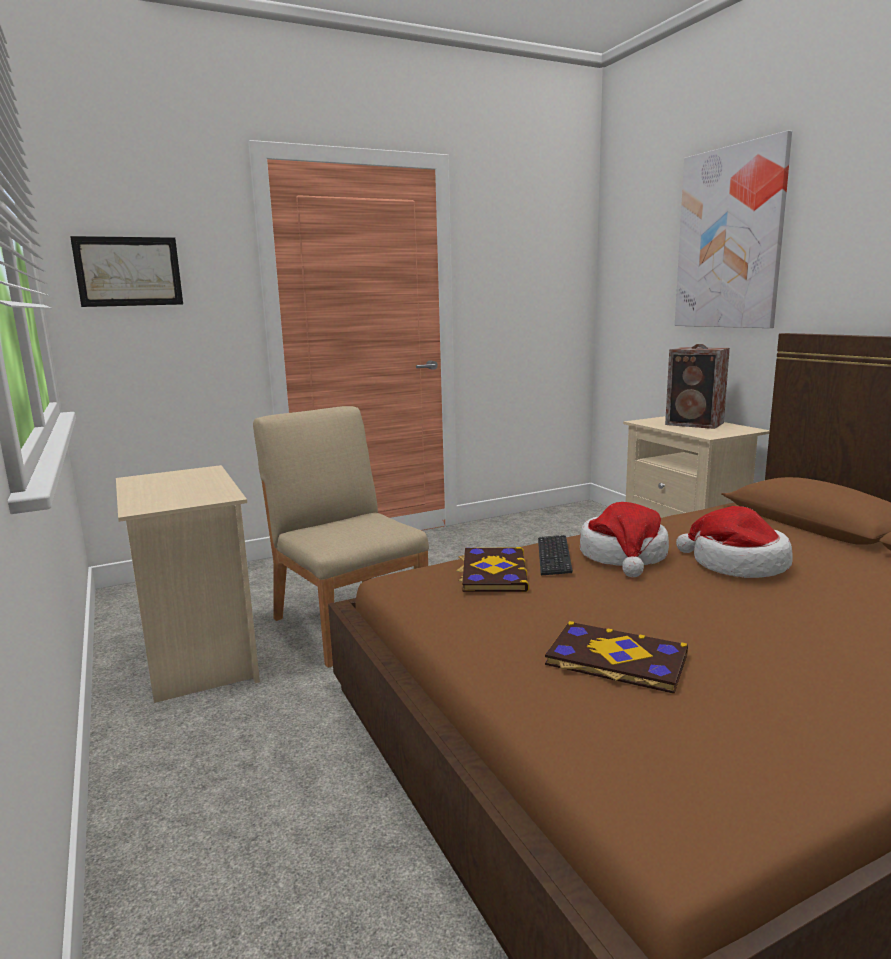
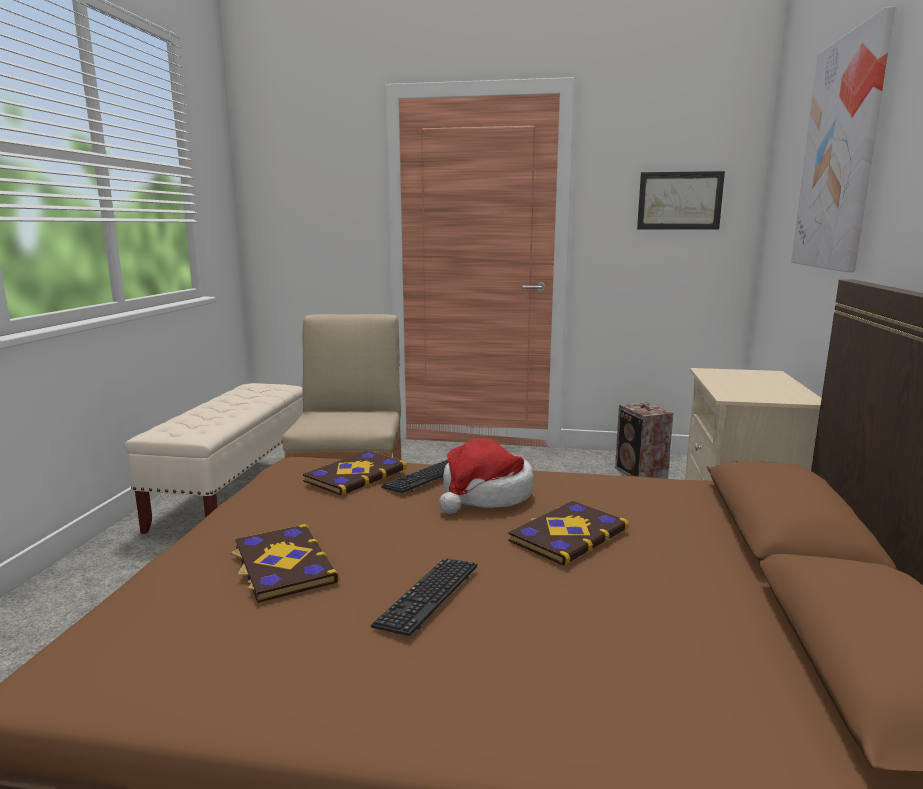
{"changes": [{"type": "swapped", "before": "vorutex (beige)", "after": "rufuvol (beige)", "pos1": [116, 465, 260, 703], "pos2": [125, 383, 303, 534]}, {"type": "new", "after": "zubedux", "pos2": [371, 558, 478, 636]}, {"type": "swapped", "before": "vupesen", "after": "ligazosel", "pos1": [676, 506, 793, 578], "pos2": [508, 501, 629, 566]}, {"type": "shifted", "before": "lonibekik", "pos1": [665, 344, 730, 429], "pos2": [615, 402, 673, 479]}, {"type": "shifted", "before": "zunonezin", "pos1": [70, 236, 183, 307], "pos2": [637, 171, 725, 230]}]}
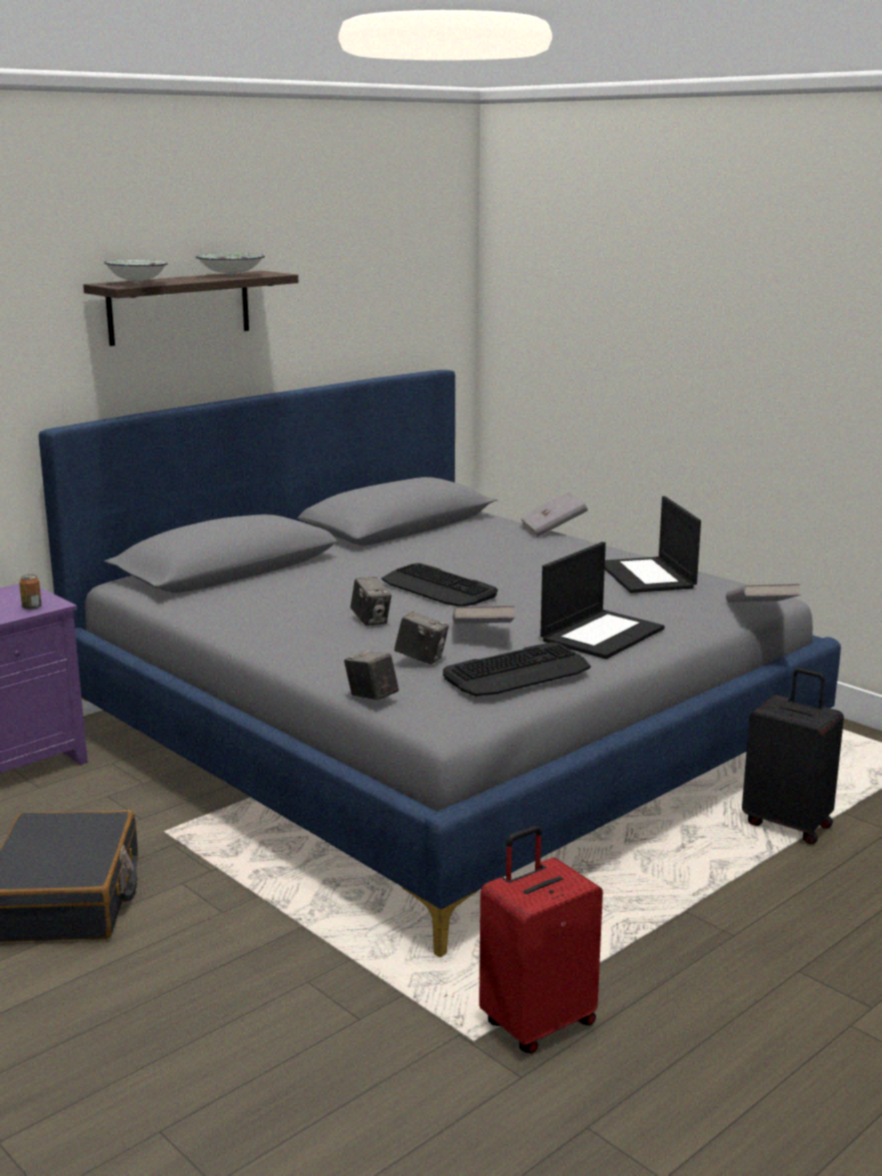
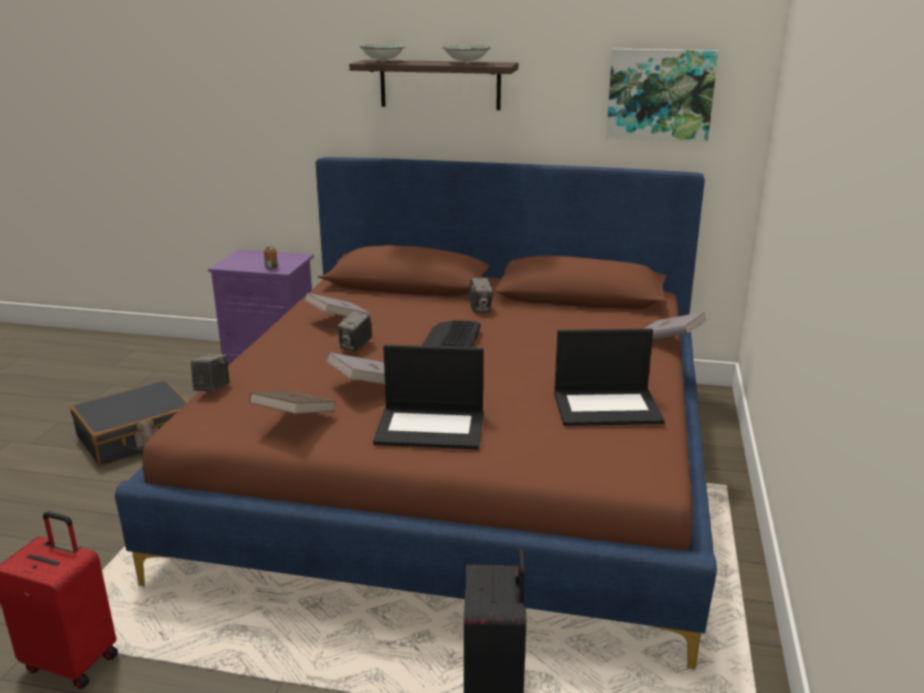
{"changes": [{"type": "repainted", "before": "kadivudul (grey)", "after": "kadivudul (brown)", "pos1": [38, 370, 841, 957], "pos2": [115, 157, 717, 669]}, {"type": "swapped", "before": "zubedux", "after": "ligazosel (brown)", "pos1": [443, 642, 591, 696], "pos2": [249, 392, 336, 414]}, {"type": "shifted", "before": "ligazosel (grey)", "pos1": [726, 584, 801, 602], "pos2": [305, 293, 371, 317]}, {"type": "shifted", "before": "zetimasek", "pos1": [394, 611, 449, 664], "pos2": [468, 277, 493, 312]}, {"type": "rotated", "before": "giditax", "pos1": [605, 496, 701, 593], "pos2": [554, 329, 665, 426], "turn": -135}, {"type": "new", "after": "zunonezin", "pos2": [606, 49, 718, 142]}]}
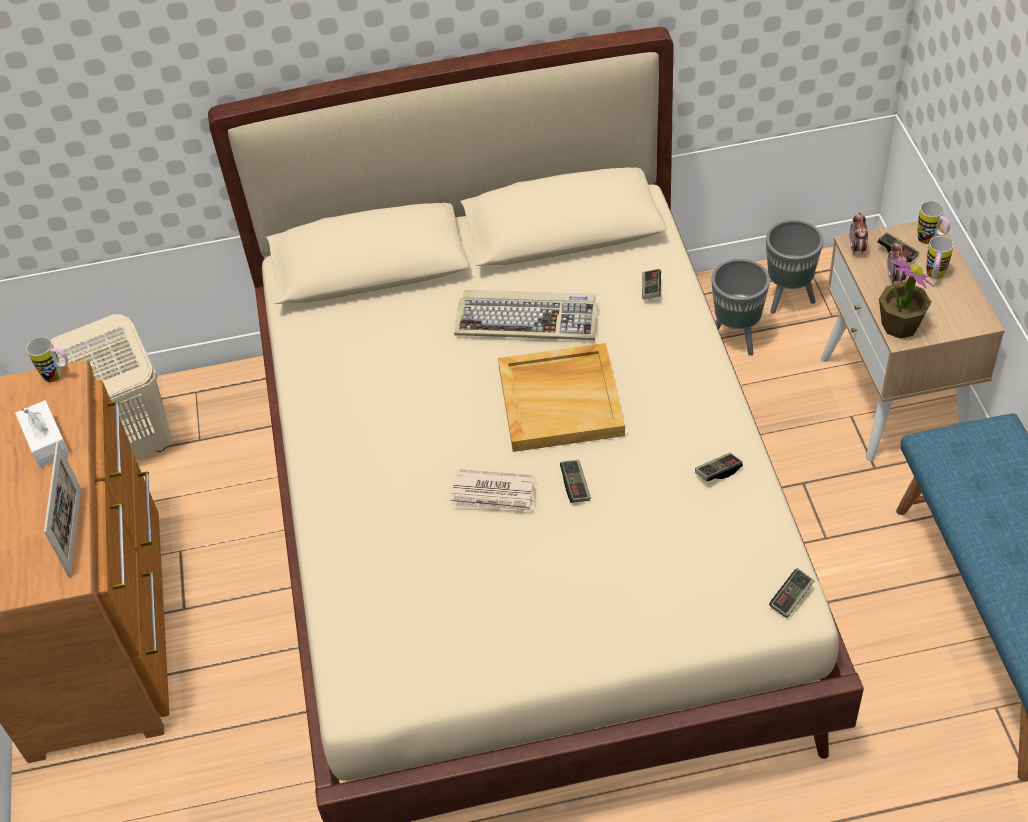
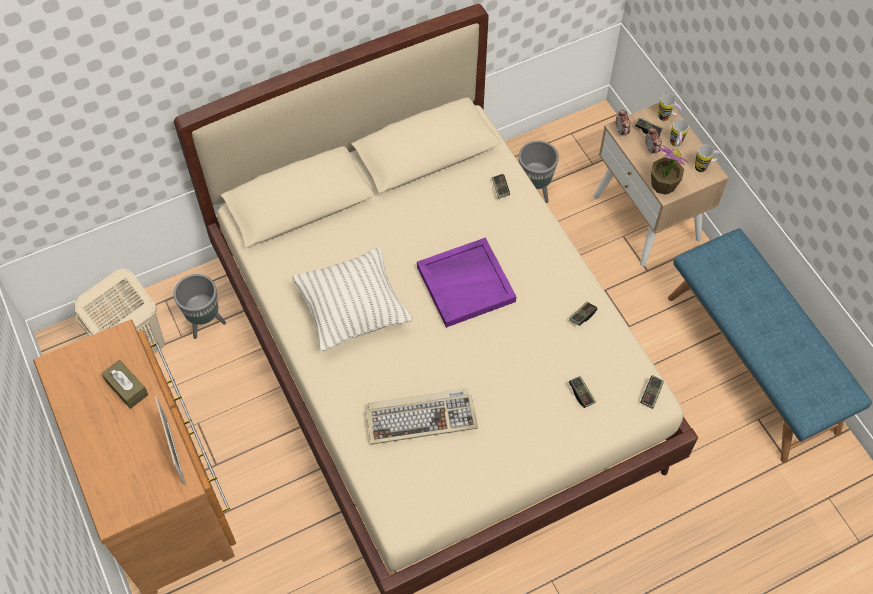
{"changes": [{"type": "repainted", "before": "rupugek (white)", "after": "rupugek (brown)", "pos1": [15, 400, 70, 468], "pos2": [101, 360, 149, 409]}, {"type": "shifted", "before": "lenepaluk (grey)", "pos1": [766, 220, 823, 314], "pos2": [173, 274, 226, 339]}, {"type": "new", "after": "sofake", "pos2": [292, 247, 412, 352]}, {"type": "shifted", "before": "zubedux", "pos1": [454, 290, 598, 340], "pos2": [366, 388, 478, 445]}, {"type": "repainted", "before": "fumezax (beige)", "after": "fumezax (purple)", "pos1": [498, 343, 625, 452], "pos2": [417, 237, 517, 328]}, {"type": "shifted", "before": "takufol", "pos1": [560, 460, 591, 503], "pos2": [569, 376, 596, 408]}, {"type": "shifted", "before": "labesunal", "pos1": [26, 337, 68, 382], "pos2": [695, 145, 721, 172]}, {"type": "gone", "before": "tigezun", "pos1": [451, 469, 535, 512]}]}
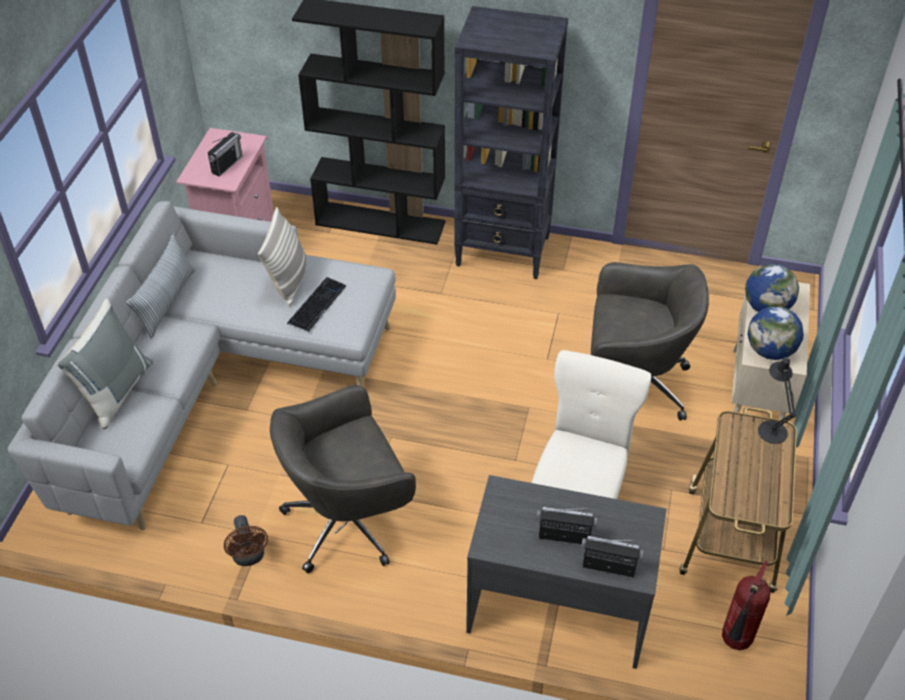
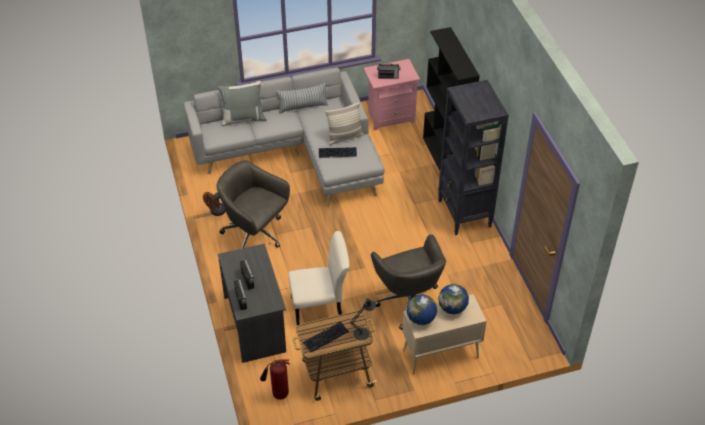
{"changes": [{"type": "new", "after": "zubedux", "pos2": [303, 322, 349, 352]}]}
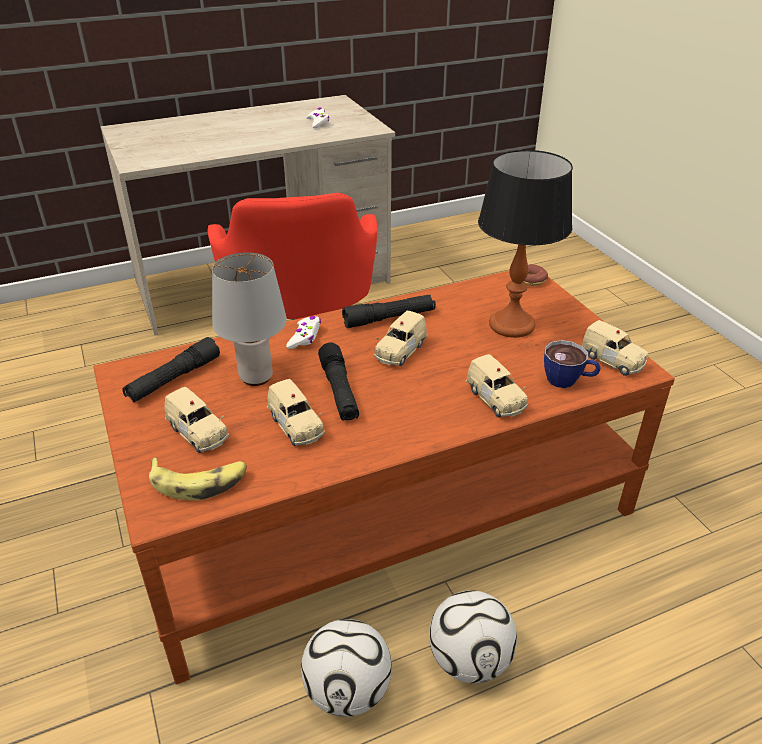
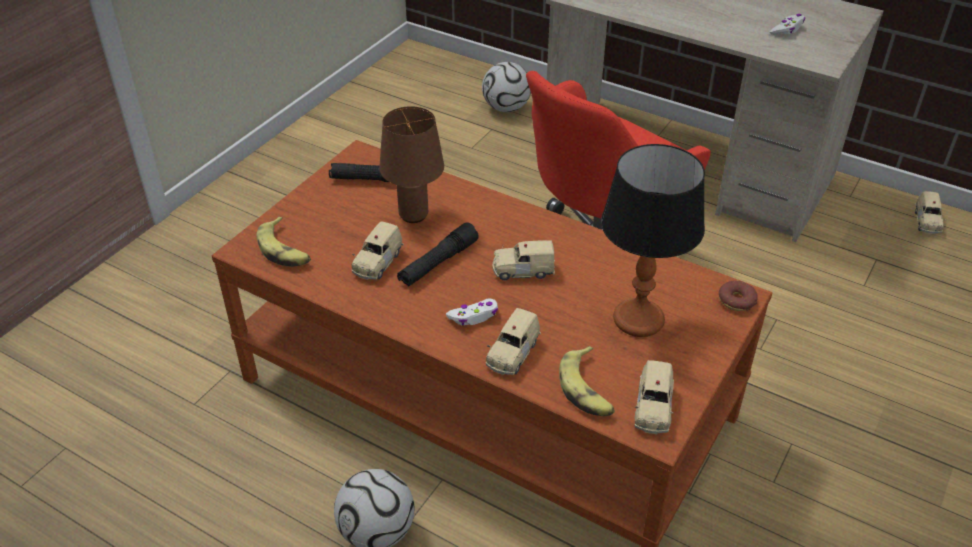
{"changes": [{"type": "repainted", "before": "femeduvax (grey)", "after": "femeduvax (brown)", "pos1": [212, 252, 287, 386], "pos2": [379, 106, 444, 223]}, {"type": "shifted", "before": "takufol (white)", "pos1": [286, 316, 321, 349], "pos2": [446, 299, 498, 325]}, {"type": "shifted", "before": "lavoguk", "pos1": [301, 619, 392, 717], "pos2": [482, 62, 531, 112]}, {"type": "swapped", "before": "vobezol", "after": "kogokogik", "pos1": [544, 340, 601, 388], "pos2": [559, 346, 615, 416]}, {"type": "shifted", "before": "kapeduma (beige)", "pos1": [164, 387, 229, 453], "pos2": [915, 191, 947, 234]}, {"type": "gone", "before": "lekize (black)", "pos1": [342, 295, 436, 328]}]}
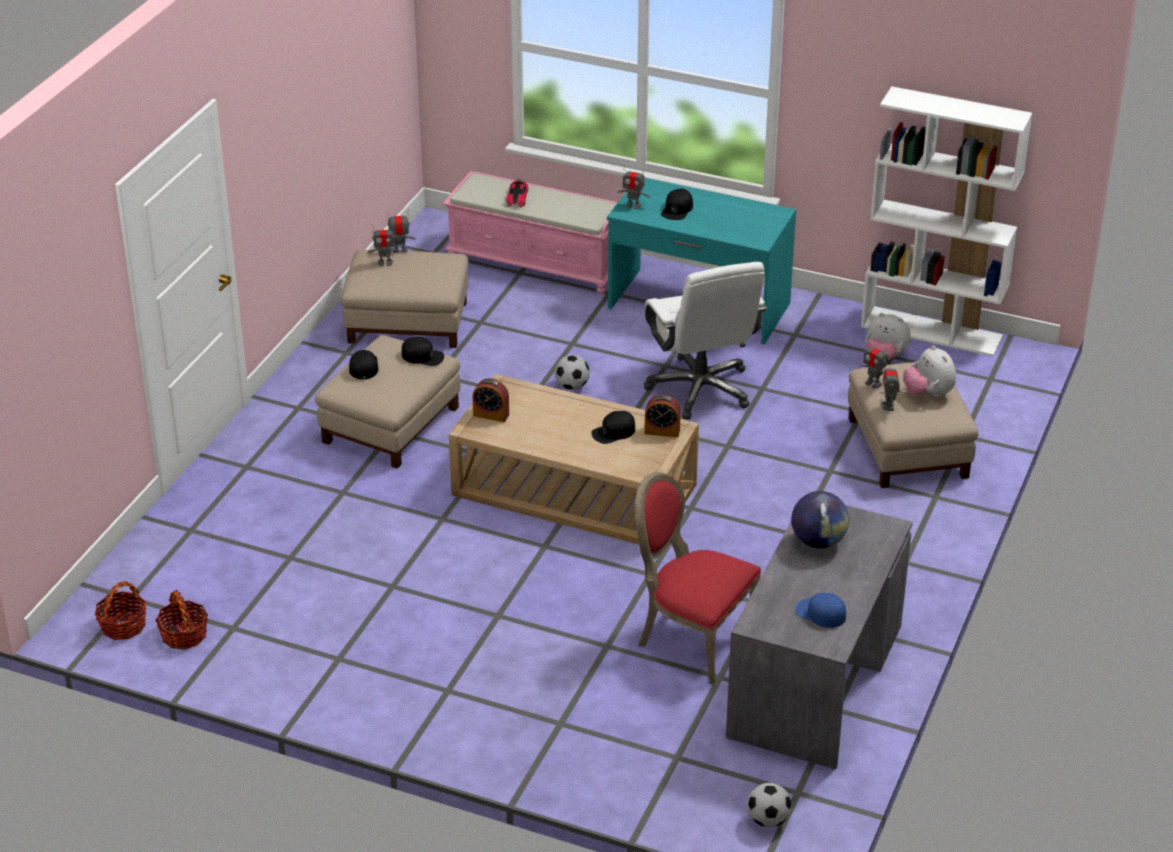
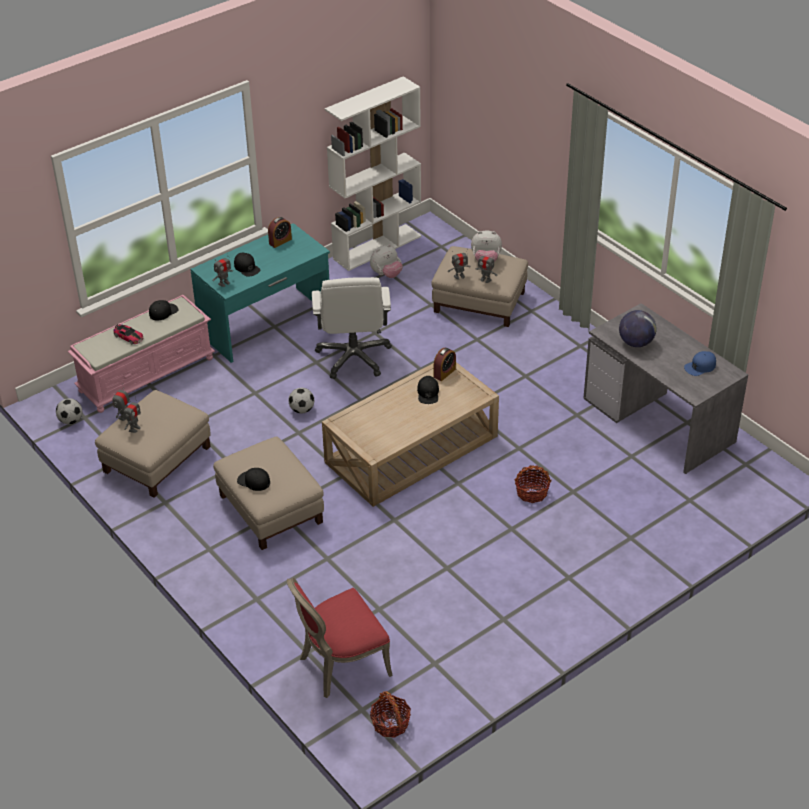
{"changes": [{"type": "shifted", "before": "lavoguk", "pos1": [747, 783, 792, 828], "pos2": [56, 398, 82, 424]}, {"type": "shifted", "before": "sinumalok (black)", "pos1": [402, 337, 444, 366], "pos2": [149, 300, 178, 321]}, {"type": "shifted", "before": "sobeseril", "pos1": [473, 378, 509, 422], "pos2": [268, 217, 292, 248]}, {"type": "shifted", "before": "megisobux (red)", "pos1": [635, 472, 761, 685], "pos2": [287, 578, 393, 698]}, {"type": "rotated", "before": "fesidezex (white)", "pos1": [644, 262, 767, 420], "pos2": [312, 277, 392, 379], "turn": 75}, {"type": "shifted", "before": "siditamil", "pos1": [155, 590, 208, 650], "pos2": [514, 465, 552, 503]}]}
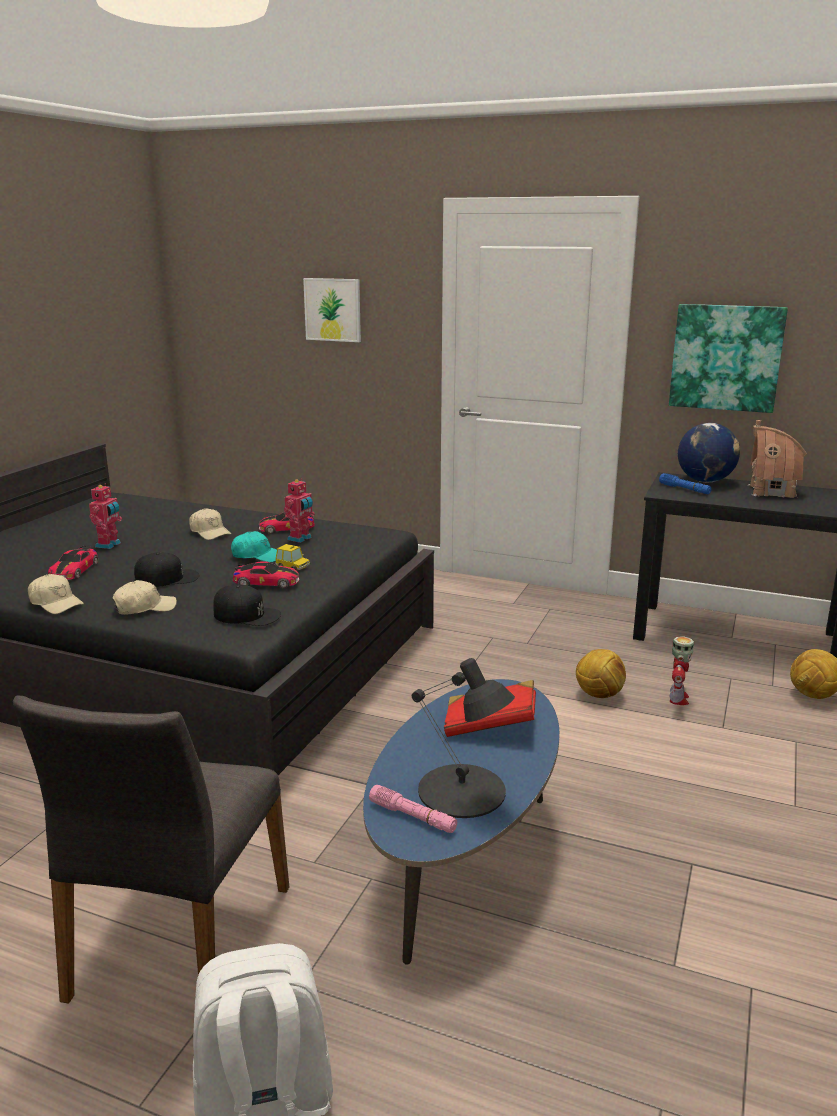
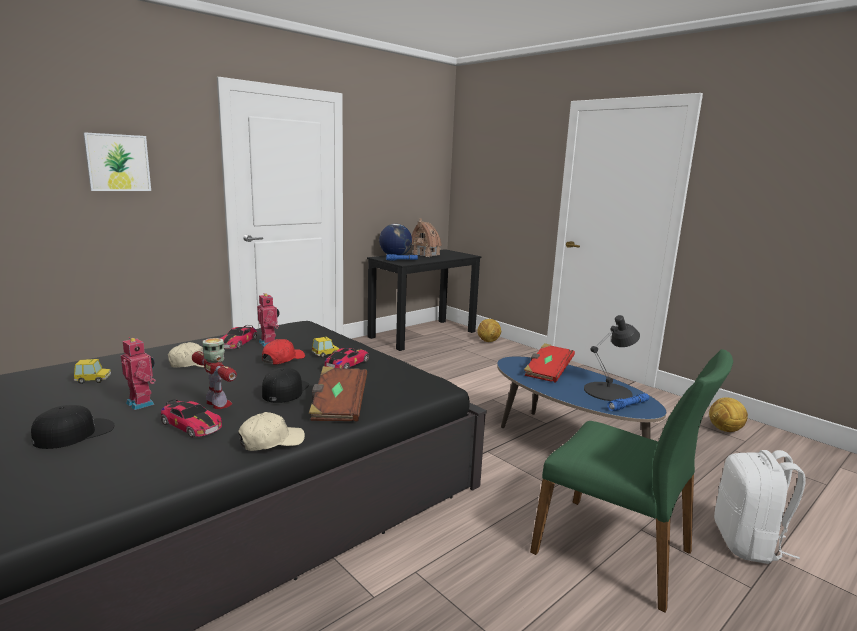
{"changes": [{"type": "shifted", "before": "sinumalok (black)", "pos1": [213, 585, 281, 626], "pos2": [31, 405, 114, 449]}, {"type": "new", "after": "kapeduma", "pos2": [74, 359, 111, 384]}, {"type": "shifted", "before": "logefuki", "pos1": [669, 636, 694, 705], "pos2": [192, 338, 237, 409]}, {"type": "repainted", "before": "sinumalok (turquoise)", "after": "sinumalok (red)", "pos1": [231, 531, 277, 562], "pos2": [262, 339, 305, 364]}, {"type": "swapped", "before": "sinumalok (beige)", "after": "ligazosel (brown)", "pos1": [112, 580, 177, 615], "pos2": [309, 366, 367, 421]}, {"type": "repainted", "before": "megisobux (grey)", "after": "megisobux (green)", "pos1": [13, 696, 289, 1004], "pos2": [530, 349, 733, 613]}, {"type": "repainted", "before": "lekize (pink)", "after": "lekize (blue)", "pos1": [369, 785, 457, 833], "pos2": [607, 393, 649, 411]}, {"type": "shifted", "before": "lavoguk", "pos1": [576, 649, 626, 698], "pos2": [709, 397, 748, 432]}, {"type": "gone", "before": "zunonezin", "pos1": [669, 304, 788, 413]}]}
